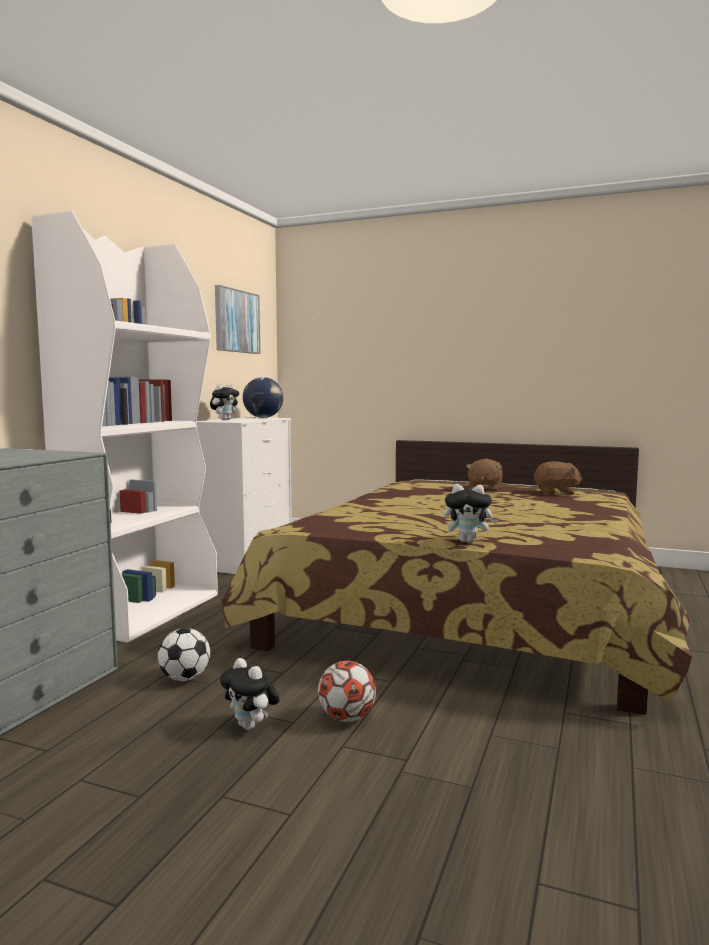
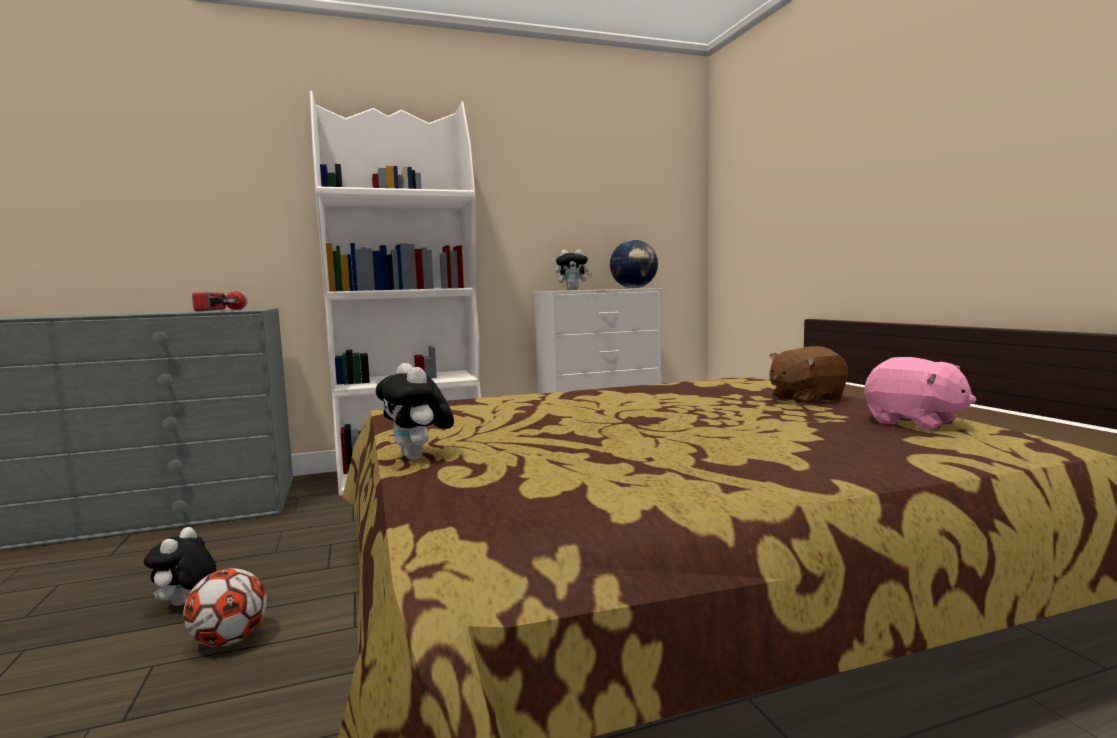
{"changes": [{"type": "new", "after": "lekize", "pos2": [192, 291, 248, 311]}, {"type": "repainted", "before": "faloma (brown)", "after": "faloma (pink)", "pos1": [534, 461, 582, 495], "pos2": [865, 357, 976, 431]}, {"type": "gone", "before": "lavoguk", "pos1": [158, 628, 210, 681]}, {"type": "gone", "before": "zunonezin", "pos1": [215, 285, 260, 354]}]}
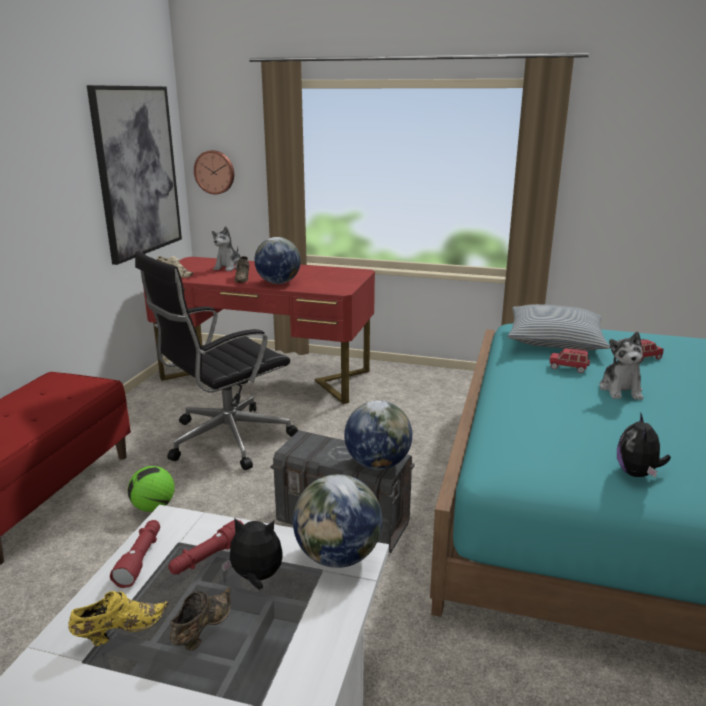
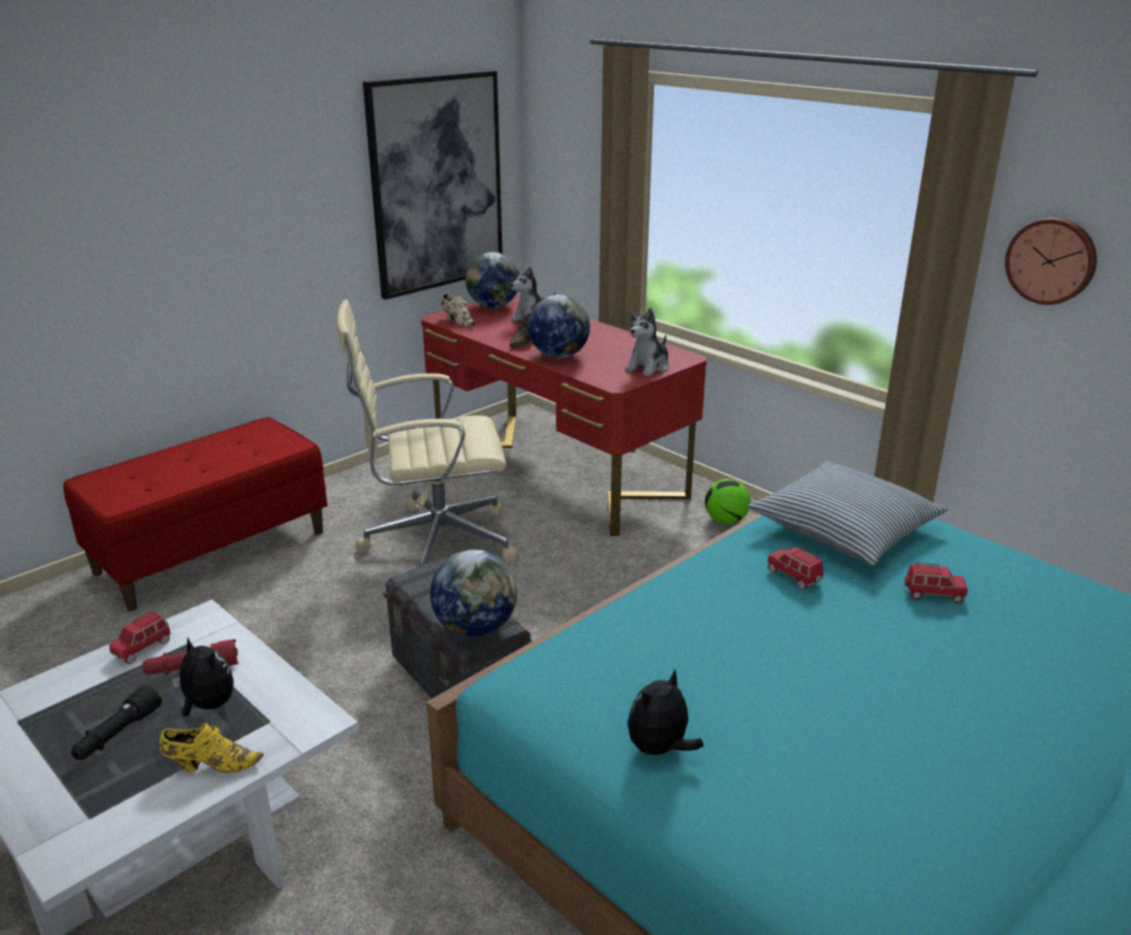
{"changes": [{"type": "swapped", "before": "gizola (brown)", "after": "lekize (black)", "pos1": [170, 587, 231, 650], "pos2": [71, 685, 162, 760]}, {"type": "swapped", "before": "lekize (red)", "after": "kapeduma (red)", "pos1": [110, 520, 160, 588], "pos2": [109, 611, 171, 664]}, {"type": "shifted", "before": "gizola (yellow)", "pos1": [69, 591, 169, 646], "pos2": [159, 723, 264, 773]}, {"type": "repainted", "before": "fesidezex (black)", "after": "fesidezex (beige)", "pos1": [135, 251, 298, 470], "pos2": [337, 300, 518, 567]}, {"type": "shifted", "before": "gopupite", "pos1": [293, 474, 382, 568], "pos2": [465, 252, 517, 308]}, {"type": "shifted", "before": "faloma", "pos1": [599, 331, 643, 400], "pos2": [625, 308, 669, 376]}, {"type": "shifted", "before": "lavoguk", "pos1": [128, 466, 175, 512], "pos2": [705, 479, 751, 524]}, {"type": "shifted", "before": "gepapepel", "pos1": [194, 150, 234, 195], "pos2": [1005, 218, 1097, 305]}]}
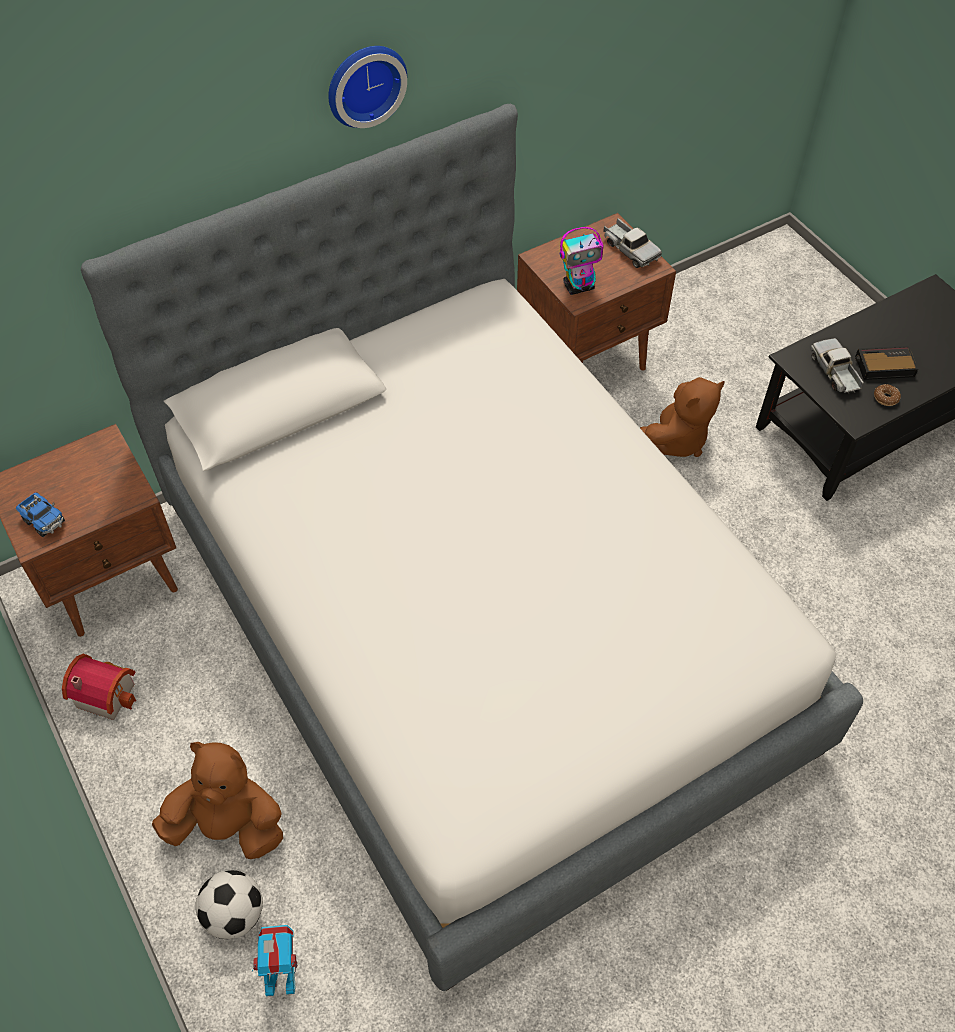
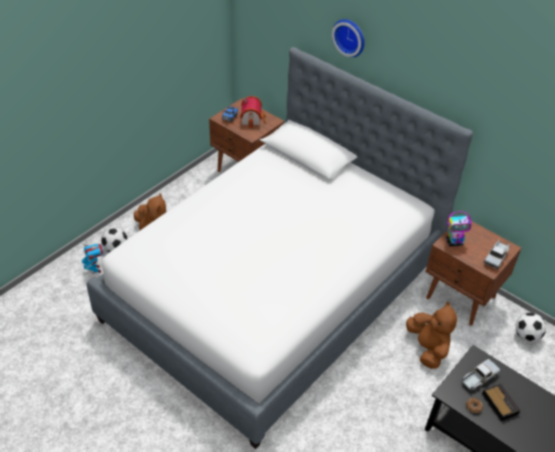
{"changes": [{"type": "shifted", "before": "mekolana", "pos1": [62, 654, 136, 720], "pos2": [240, 96, 266, 128]}, {"type": "shifted", "before": "gepapepel", "pos1": [328, 46, 407, 128], "pos2": [332, 19, 365, 57]}, {"type": "rotated", "before": "faloma (brown)", "pos1": [640, 377, 725, 457], "pos2": [406, 302, 457, 369], "turn": -135}, {"type": "rotated", "before": "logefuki", "pos1": [560, 227, 604, 295], "pos2": [446, 212, 472, 246], "turn": -60}, {"type": "new", "after": "lavoguk", "pos2": [516, 312, 546, 342]}]}
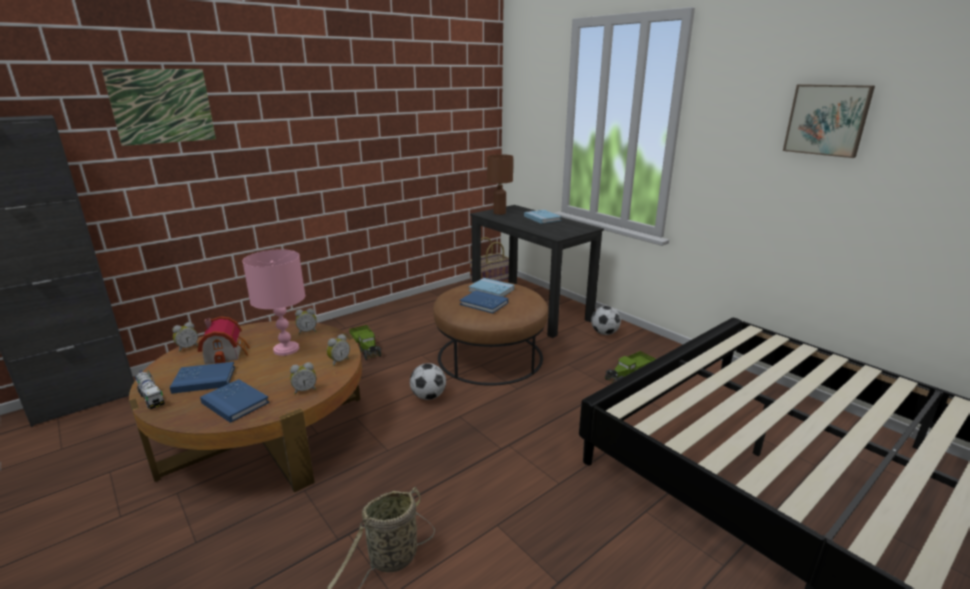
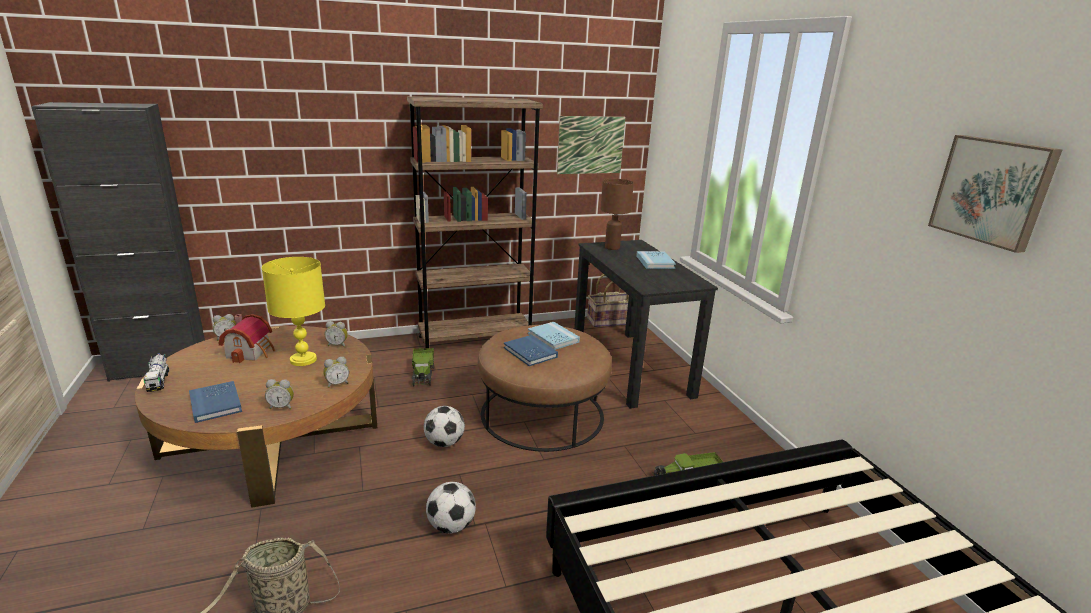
{"changes": [{"type": "repainted", "before": "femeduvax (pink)", "after": "femeduvax (yellow)", "pos1": [242, 249, 305, 356], "pos2": [262, 257, 325, 366]}, {"type": "new", "after": "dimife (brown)", "pos2": [407, 96, 543, 350]}, {"type": "shifted", "before": "lavoguk", "pos1": [591, 306, 621, 335], "pos2": [426, 482, 476, 534]}, {"type": "shifted", "before": "zunonezin", "pos1": [101, 69, 216, 146], "pos2": [557, 116, 625, 174]}, {"type": "gone", "before": "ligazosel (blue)", "pos1": [170, 362, 235, 394]}]}
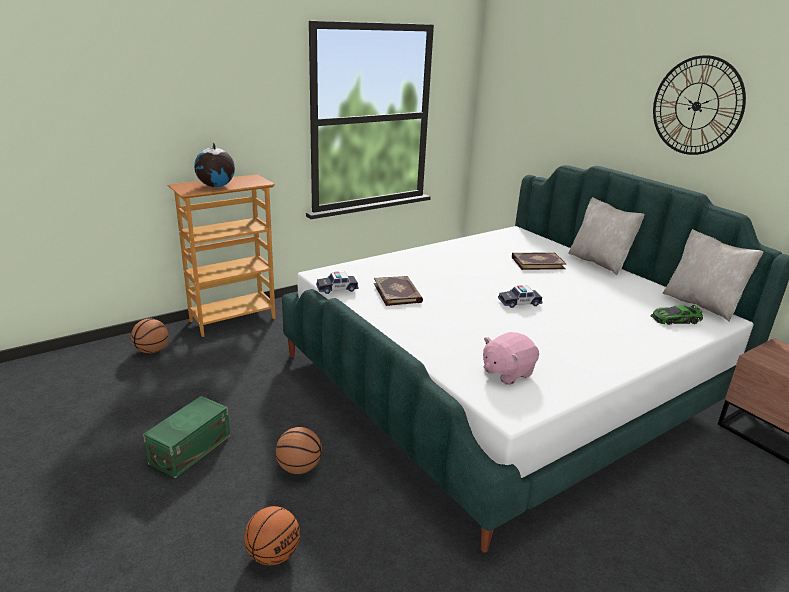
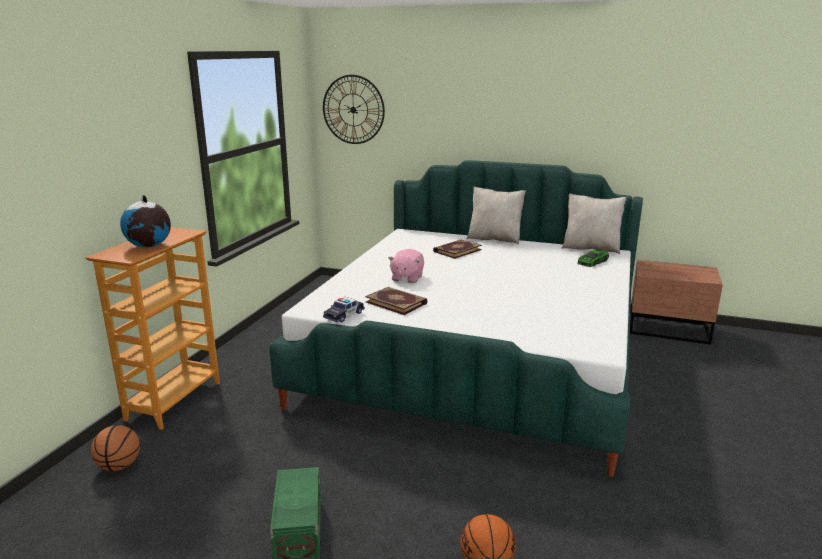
{"changes": [{"type": "shifted", "before": "gepapepel", "pos1": [653, 55, 746, 155], "pos2": [323, 75, 385, 144]}, {"type": "shifted", "before": "faloma (pink)", "pos1": [483, 332, 539, 385], "pos2": [388, 249, 424, 283]}, {"type": "gone", "before": "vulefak", "pos1": [276, 427, 322, 474]}, {"type": "gone", "before": "kapeduma", "pos1": [498, 285, 543, 308]}]}
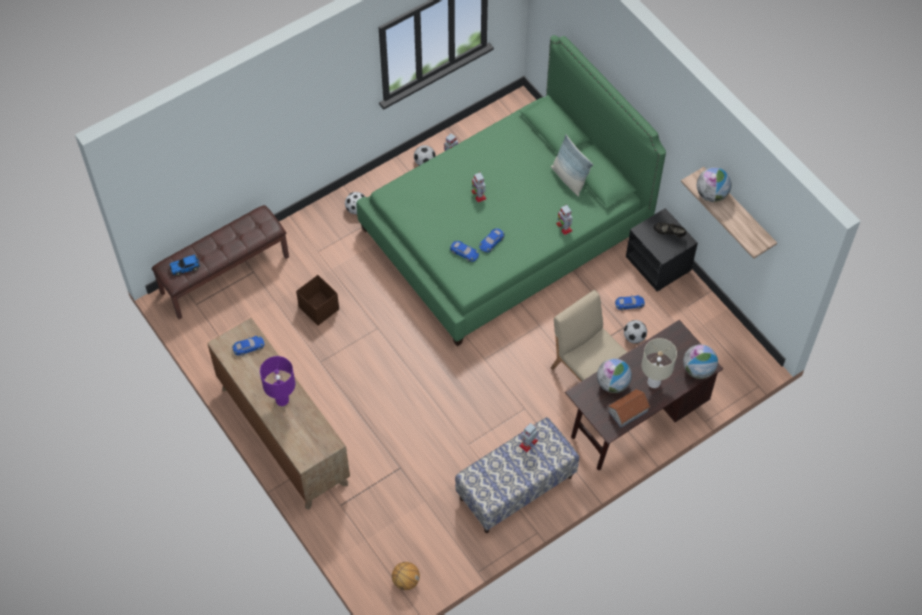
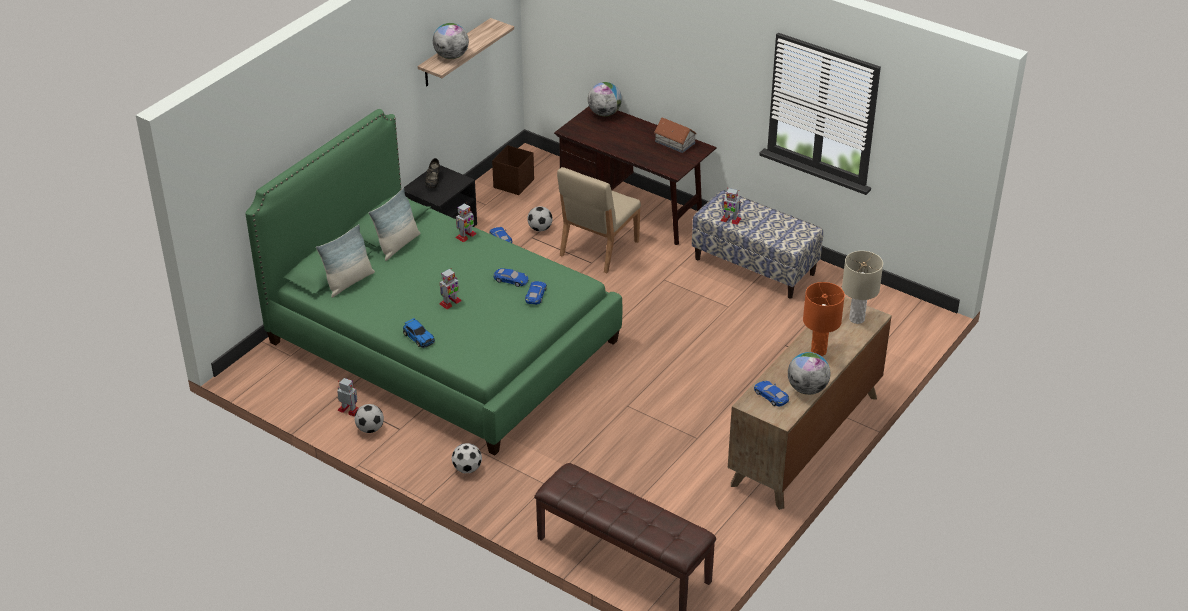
{"changes": [{"type": "new", "after": "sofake", "pos2": [316, 224, 375, 298]}, {"type": "shifted", "before": "kapeduma", "pos1": [170, 254, 200, 276], "pos2": [403, 318, 435, 348]}, {"type": "shifted", "before": "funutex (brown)", "pos1": [296, 275, 339, 325], "pos2": [492, 145, 534, 195]}, {"type": "shifted", "before": "gopupite", "pos1": [597, 358, 632, 393], "pos2": [788, 352, 830, 395]}, {"type": "repainted", "before": "femeduvax (purple)", "after": "femeduvax (orange)", "pos1": [260, 356, 295, 406], "pos2": [803, 282, 845, 356]}, {"type": "shifted", "before": "femeduvax (beige)", "pos1": [641, 338, 677, 388], "pos2": [842, 251, 883, 324]}, {"type": "gone", "before": "vulefak", "pos1": [392, 562, 420, 590]}]}
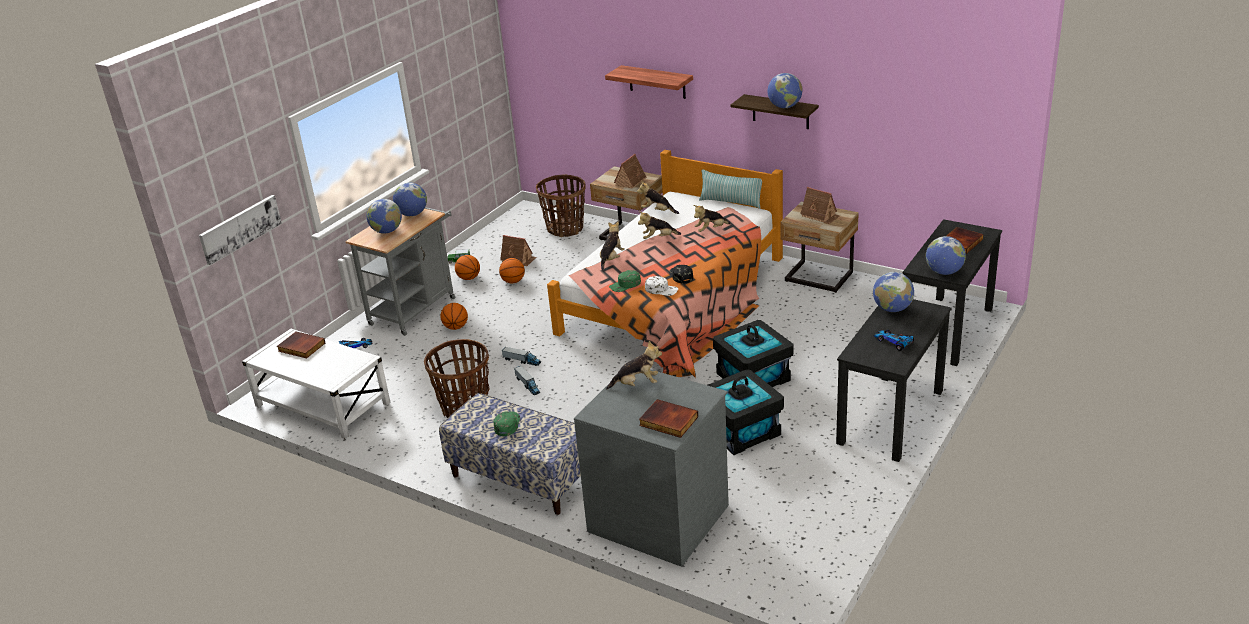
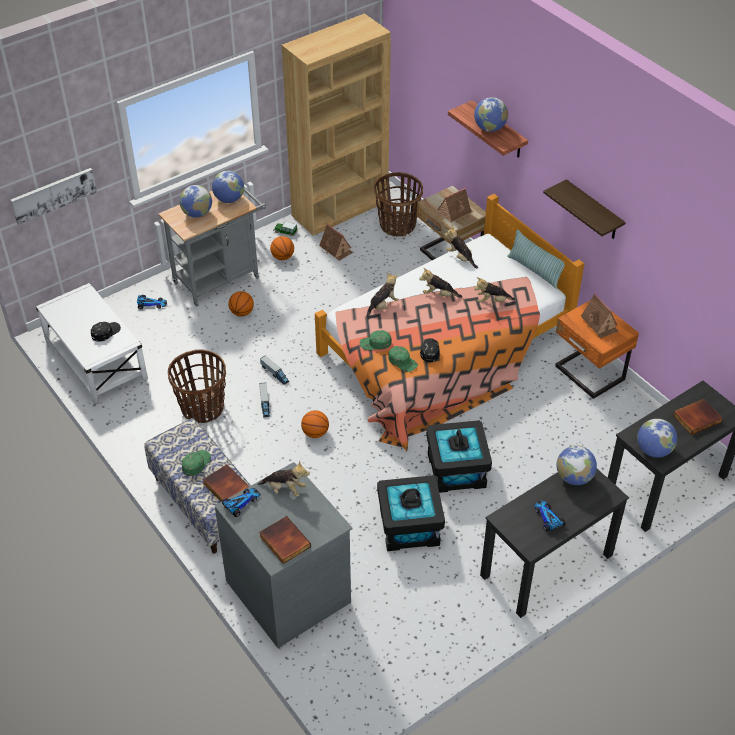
{"changes": [{"type": "new", "after": "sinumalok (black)", "pos2": [91, 322, 121, 342]}, {"type": "shifted", "before": "ligazosel", "pos1": [277, 332, 325, 358], "pos2": [203, 464, 249, 502]}, {"type": "new", "after": "kapeduma", "pos2": [222, 488, 261, 517]}, {"type": "new", "after": "dimife (brown)", "pos2": [282, 13, 391, 236]}, {"type": "shifted", "before": "vulefak", "pos1": [499, 258, 525, 283], "pos2": [301, 410, 329, 438]}, {"type": "repainted", "before": "sinumalok (white)", "after": "sinumalok (green)", "pos1": [645, 276, 678, 296], "pos2": [388, 346, 418, 372]}, {"type": "shifted", "before": "gopupite", "pos1": [768, 73, 803, 108], "pos2": [474, 97, 508, 132]}, {"type": "repainted", "before": "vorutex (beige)", "after": "vorutex (orange)", "pos1": [780, 202, 859, 293], "pos2": [555, 301, 639, 399]}]}
